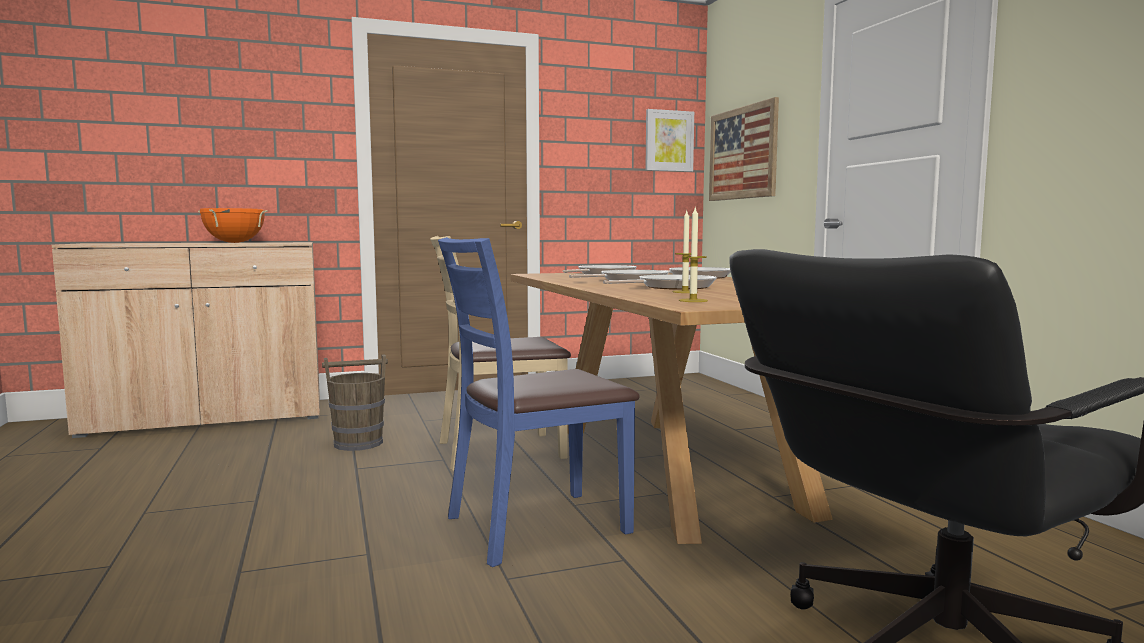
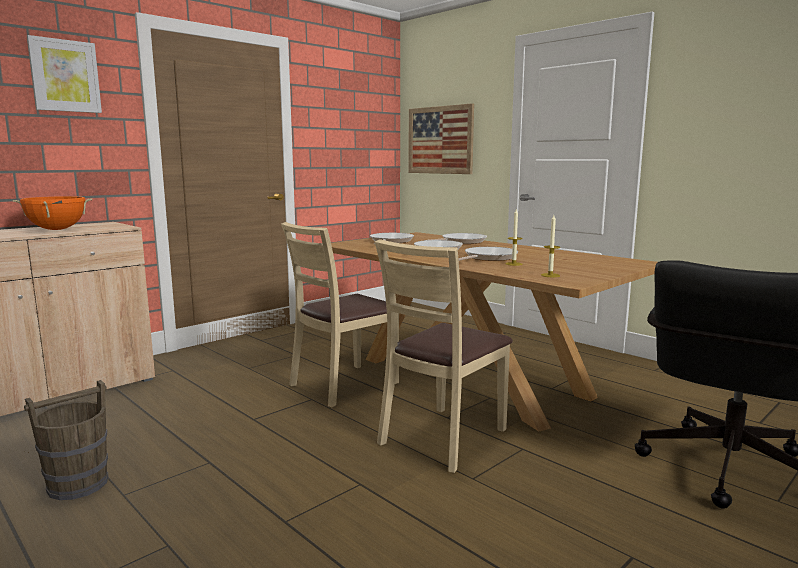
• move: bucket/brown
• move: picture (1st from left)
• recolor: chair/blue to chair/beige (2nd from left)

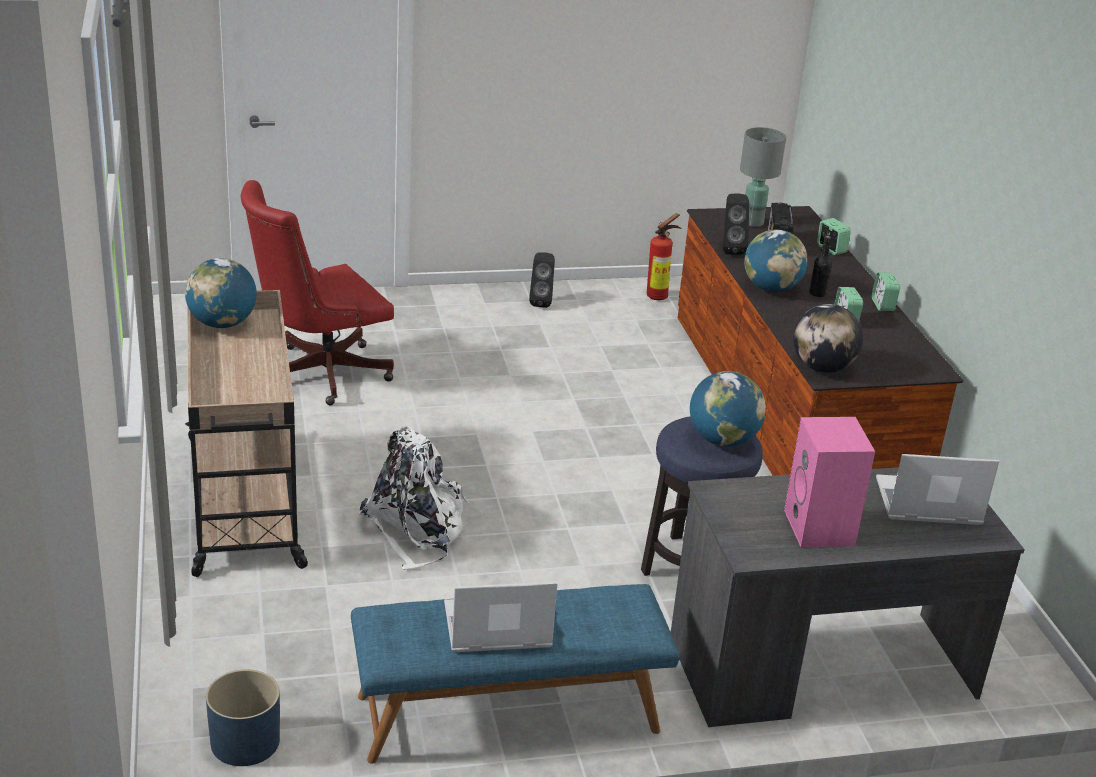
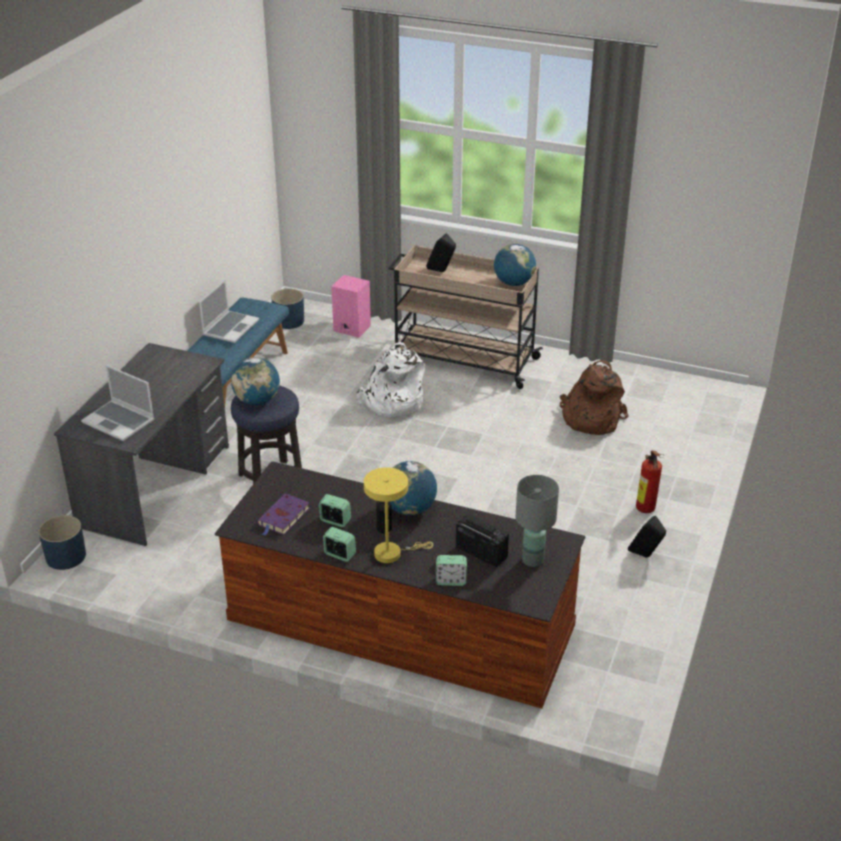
• delete: globe (4th from left)
• insert: planter/blue (1st from left)
• insert: book/purple
• insert: table lamp/yellow
• move: fire extinguisher
• move: speaker/black (2nd from left in the first image) to speaker/black (1st from left)
• move: speaker/pink
• replace: office chair/red to backpack/brown
• rotate: laptop (2nd from left in the first image) 90 degrees clockwise

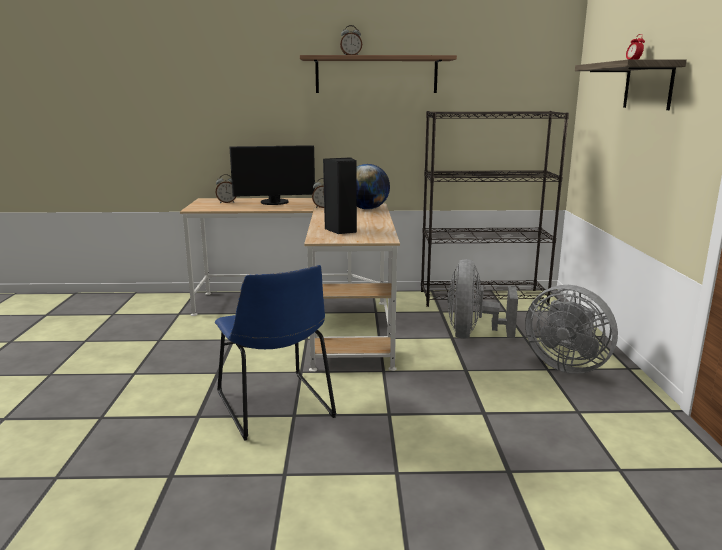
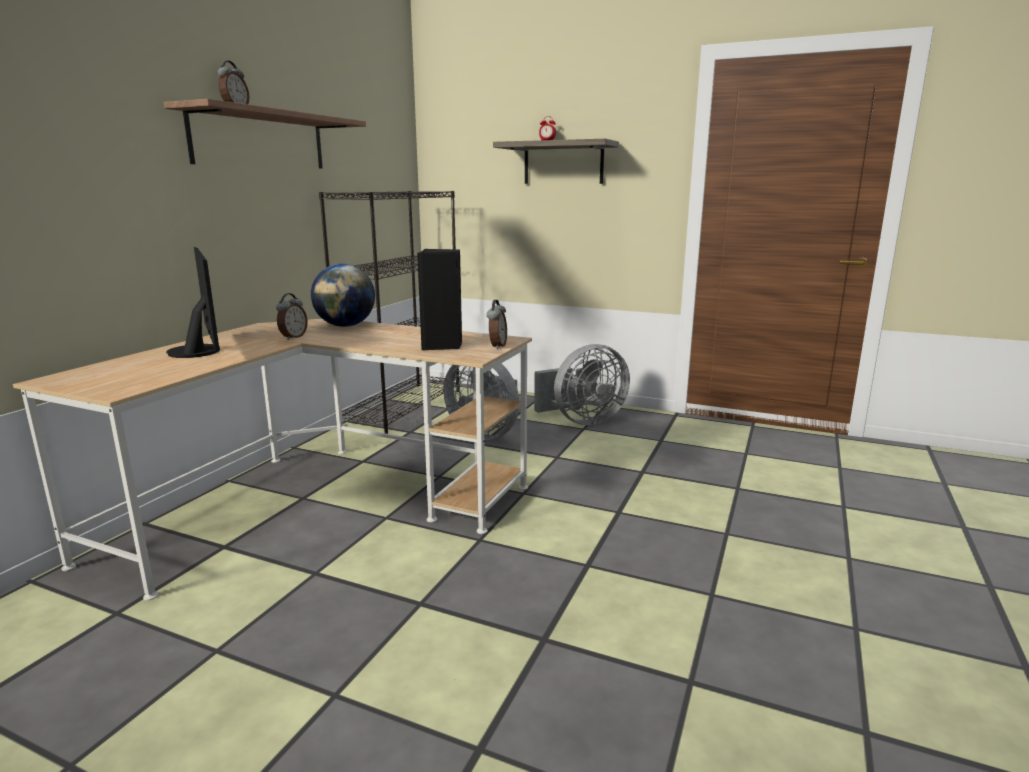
• delete: chair/blue
• move: alarm clock (1st from left in the first image) to alarm clock (3rd from left)
• rotate: monitor 45 degrees counterclockwise

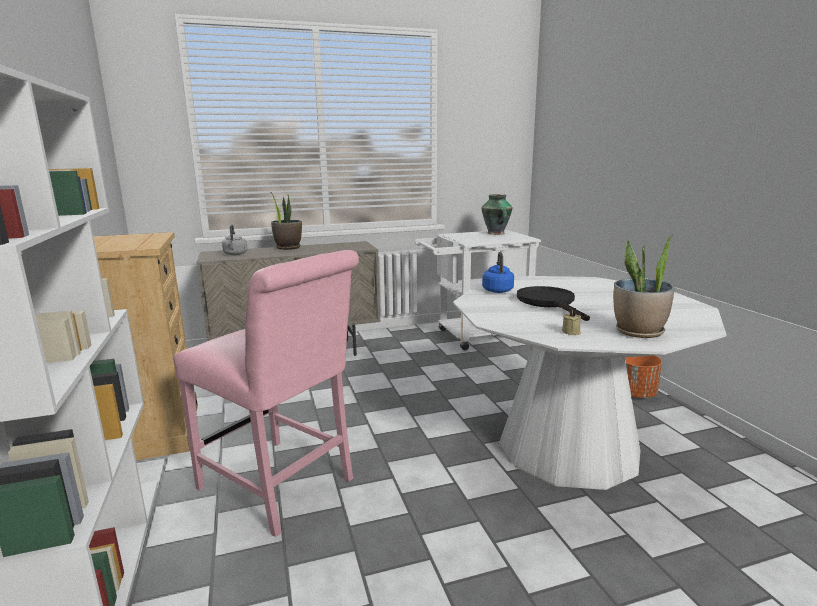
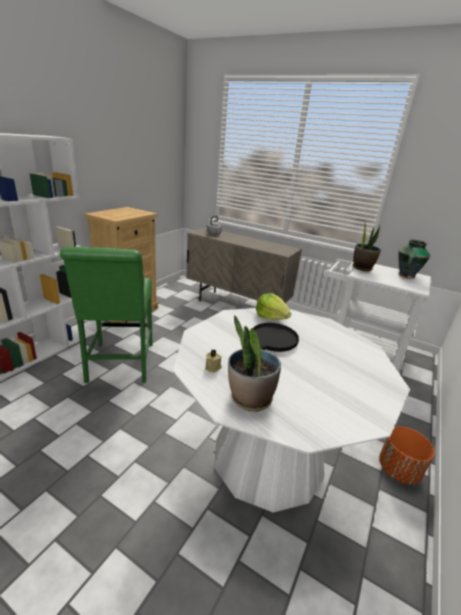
• move: potted plant (1st from left in the first image) to potted plant (2nd from left)
• replace: kettle/blue to lettuce
• recolor: chair/pink to chair/green

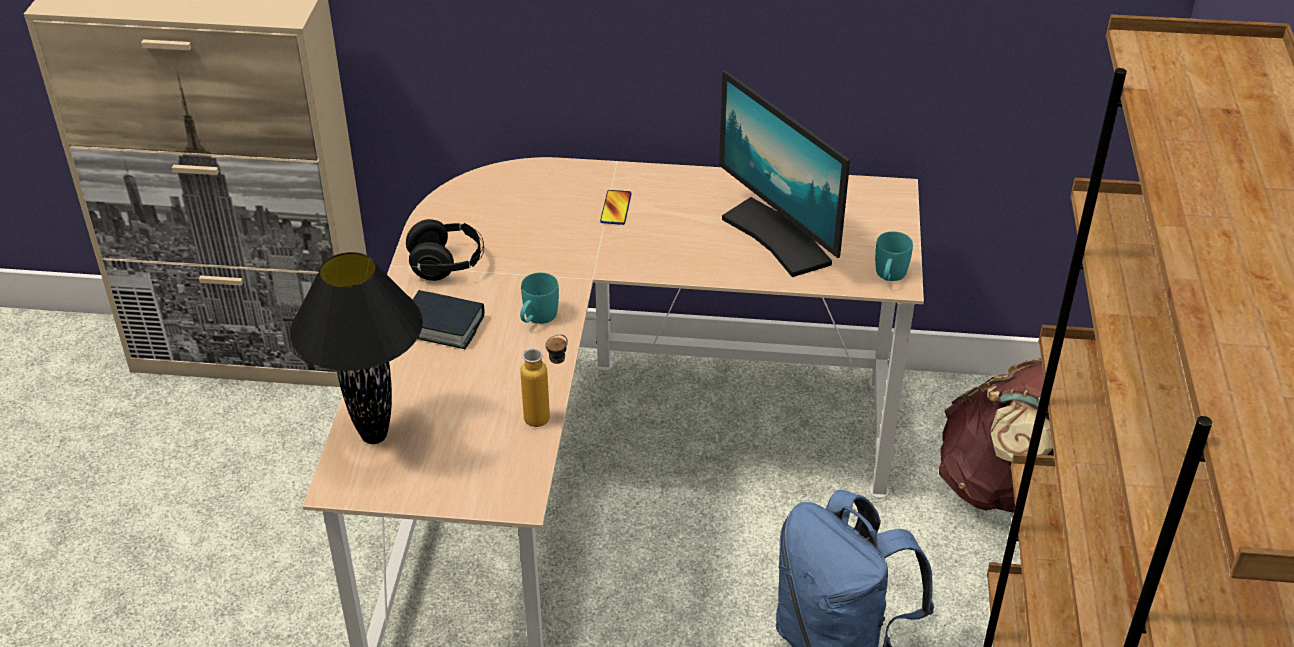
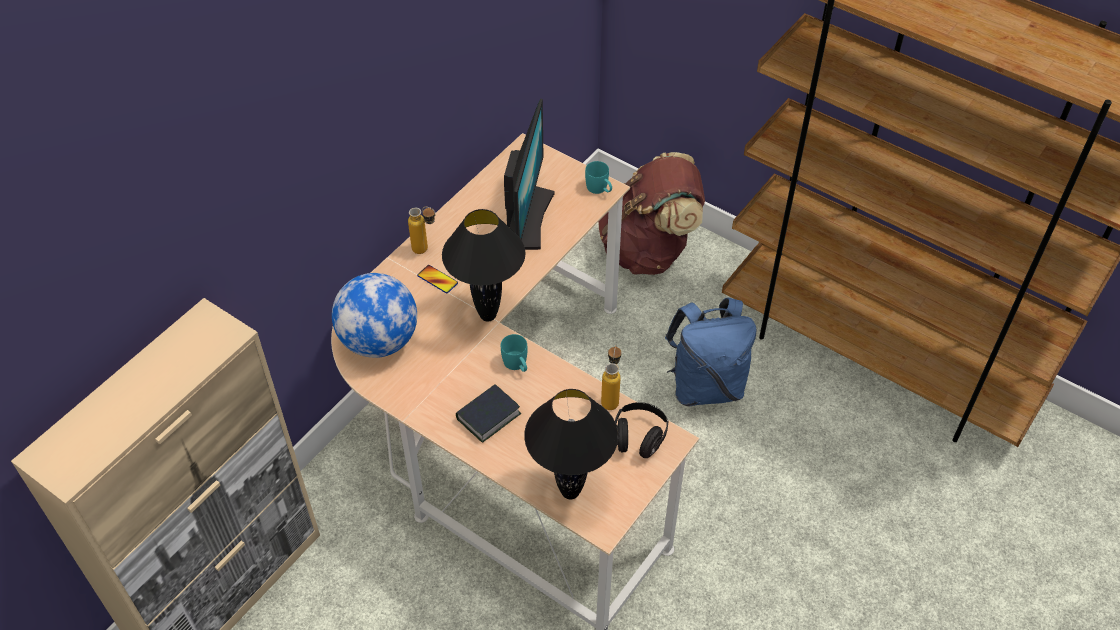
• insert: globe
• insert: bottle (1st from left)
• insert: table lamp/black (1st from left)
• move: headphones/black
• rotate: monitor 75 degrees counterclockwise

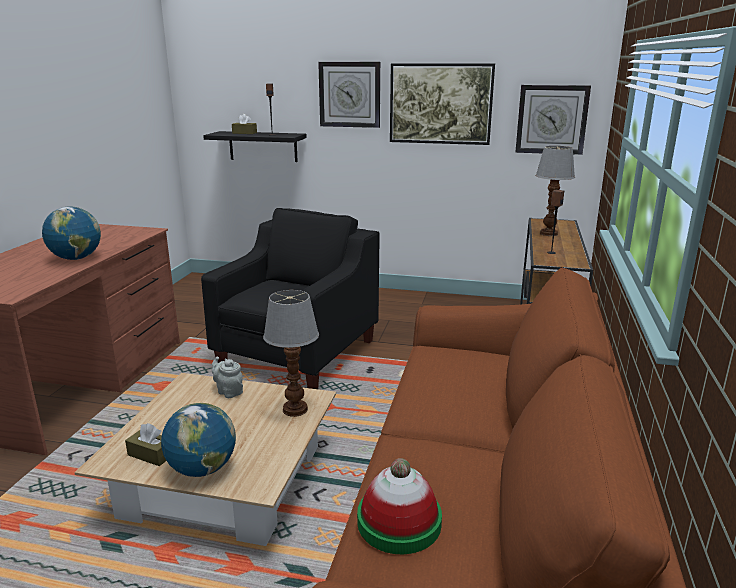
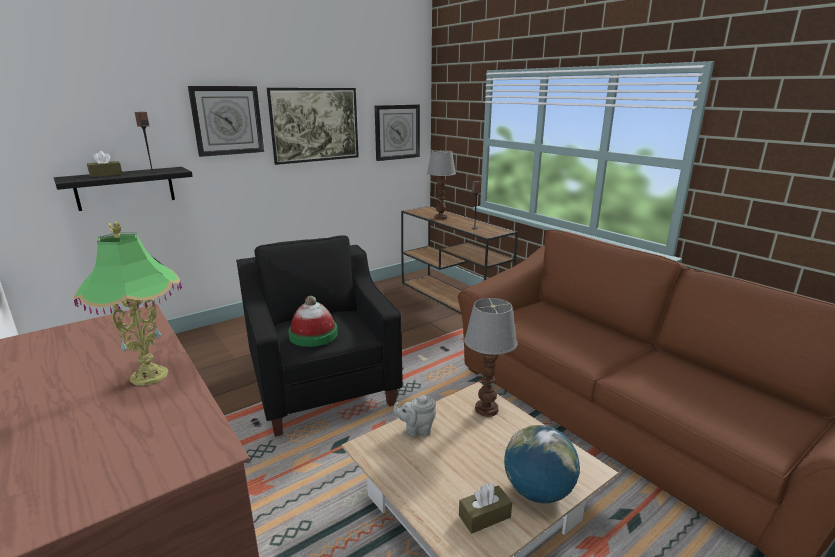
• move: hat
• replace: globe (1st from left) to table lamp (1st from left)

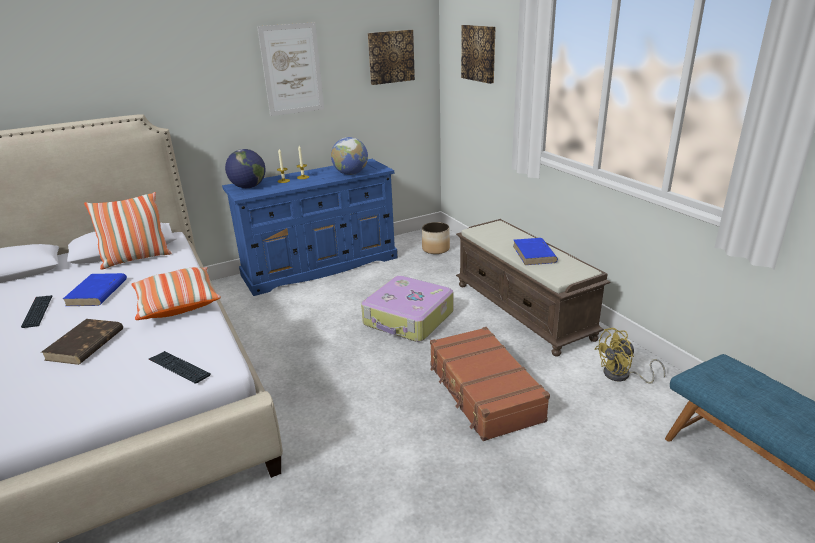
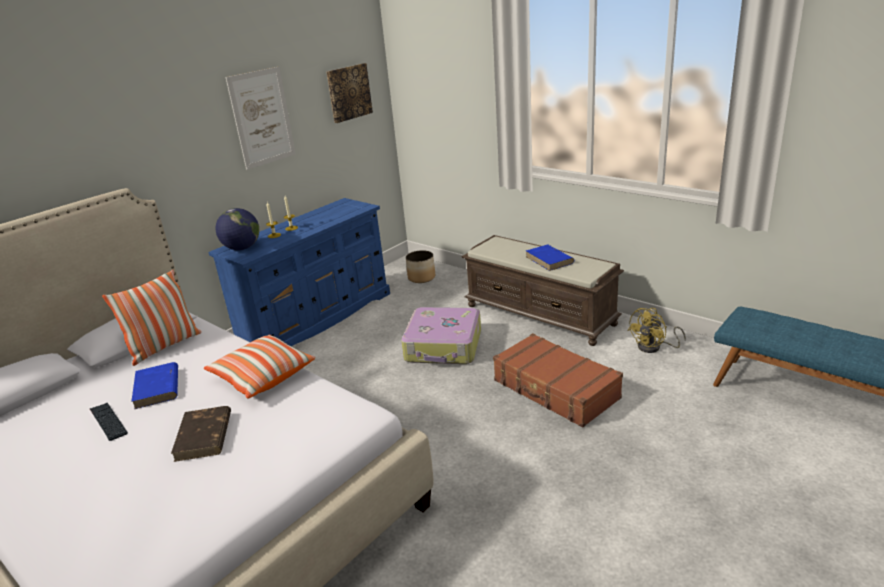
• delete: keyboard (2nd from left)
• delete: globe (2nd from left)
• delete: picture (3rd from left)

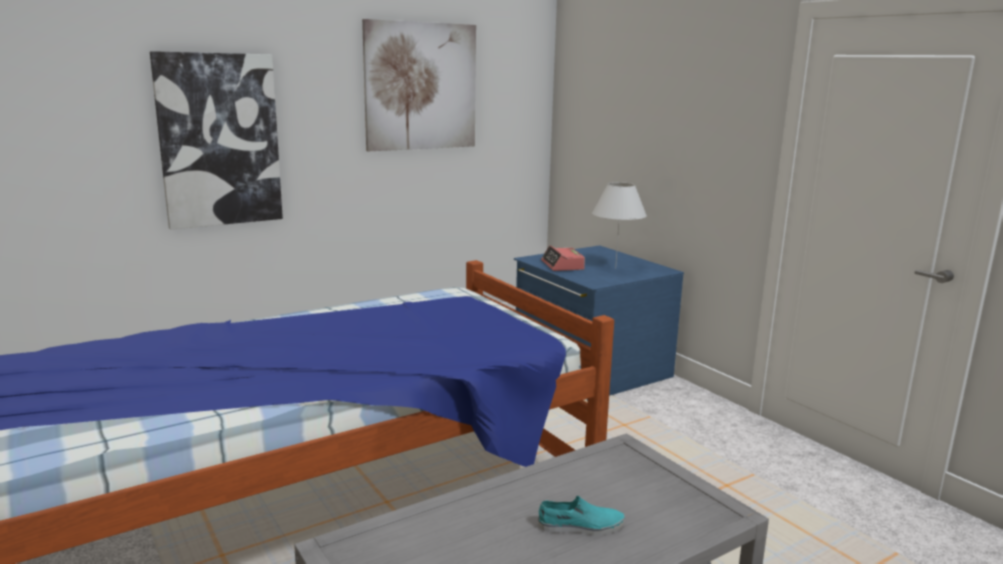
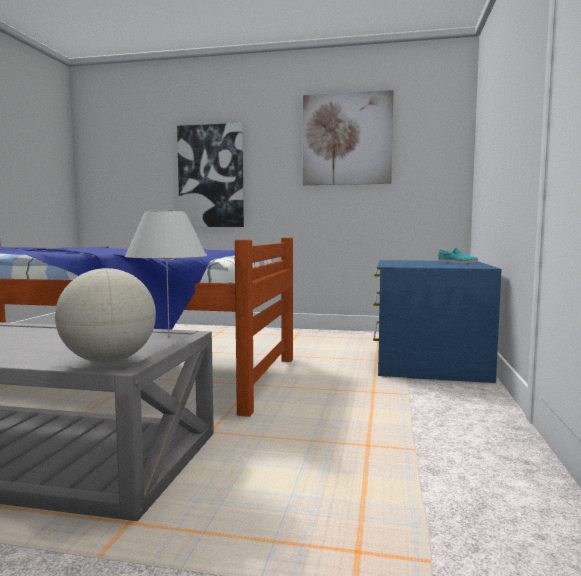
• delete: alarm clock
• insert: globe
• move: shoe/turquoise
• move: table lamp/white

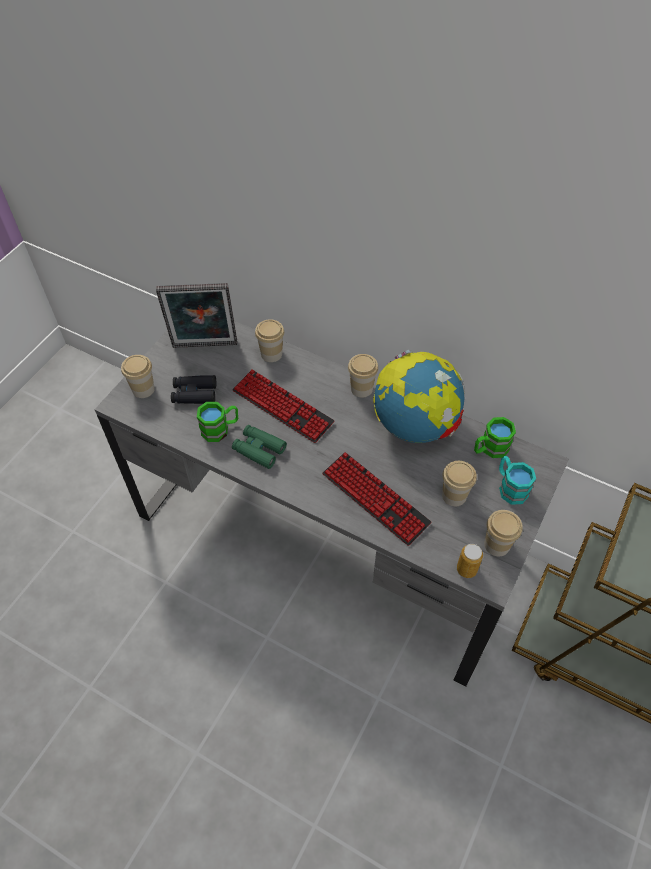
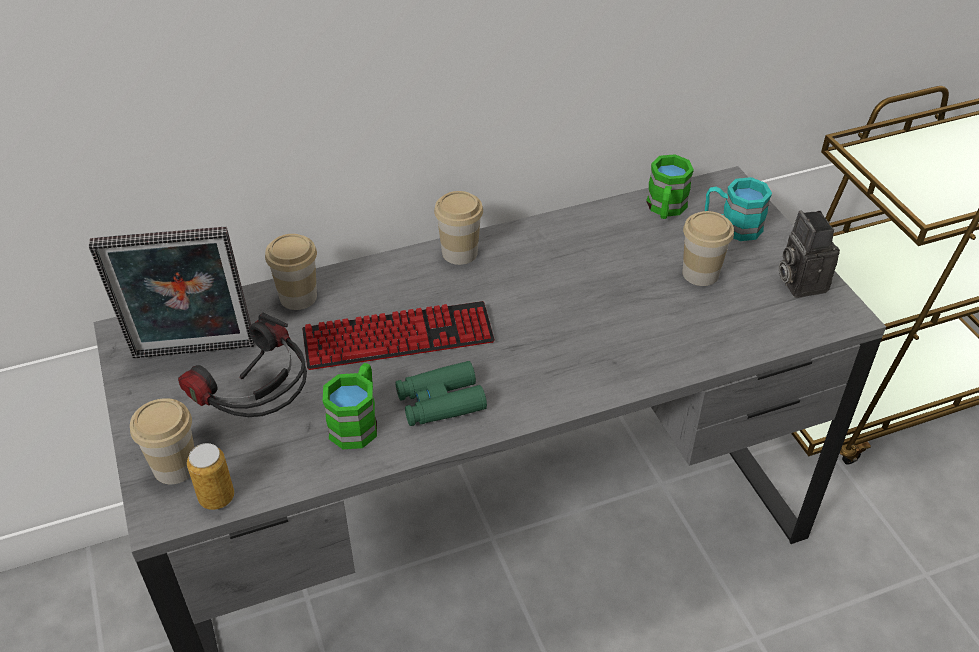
• delete: keyboard (2nd from left)
• delete: globe
• move: can
• replace: binoculars/black to headphones
• replace: cup (5th from left) to photo camera
• rotate: picture frame 45 degrees clockwise

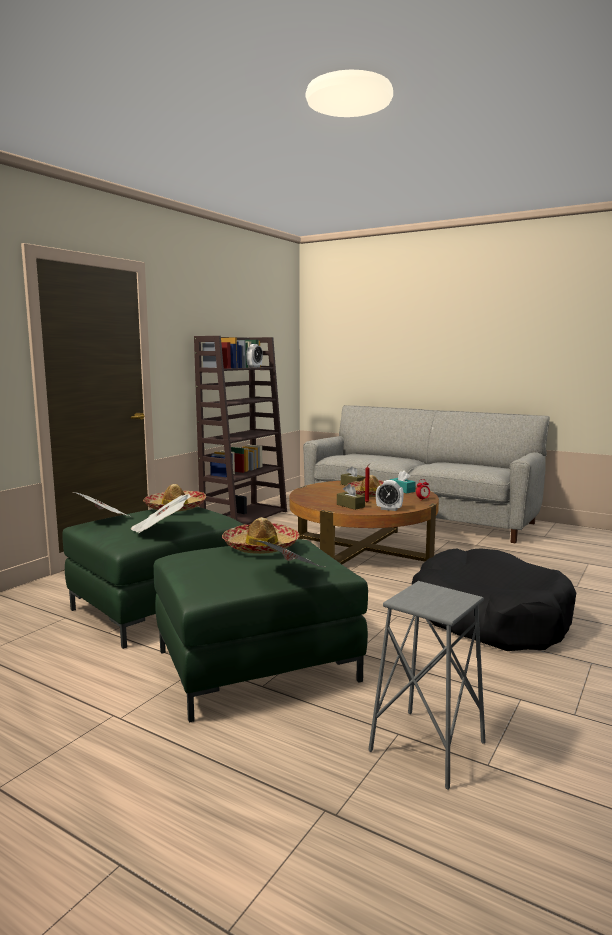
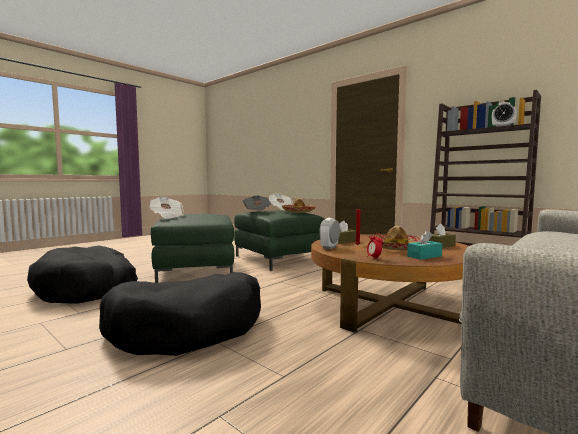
• delete: hat (2nd from left)
• replace: stool/grey to dog bed/black (1st from left)

